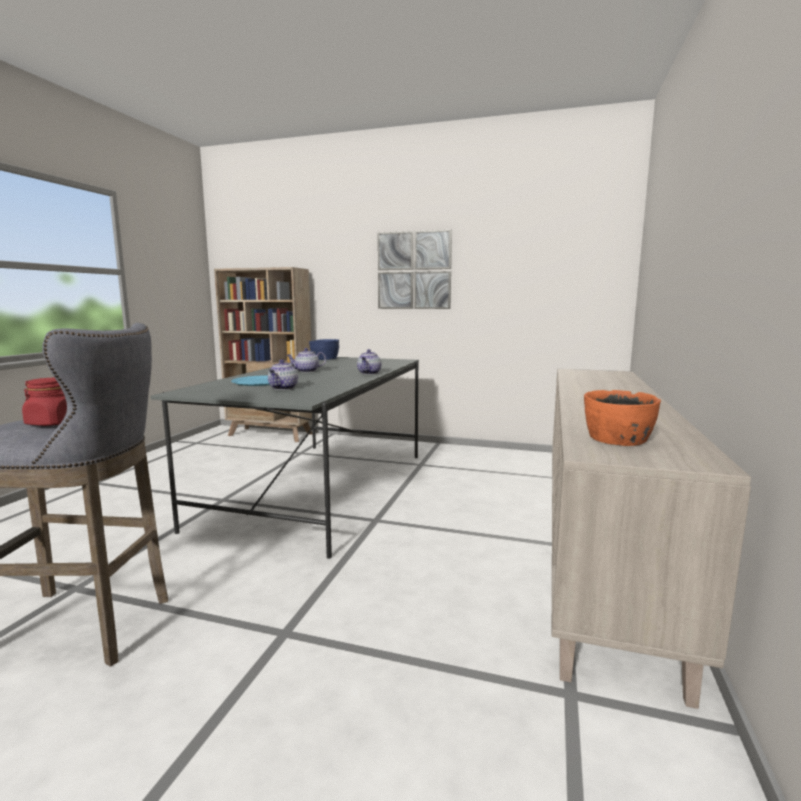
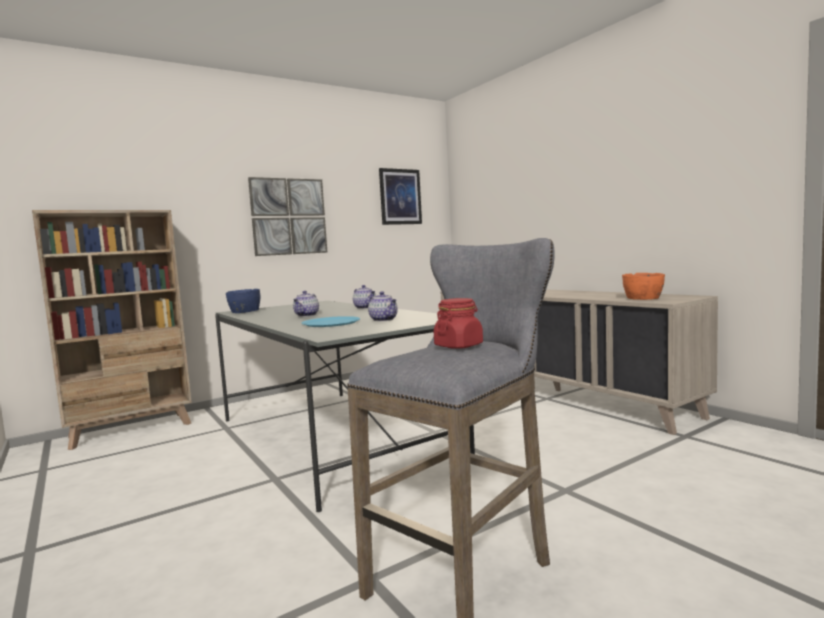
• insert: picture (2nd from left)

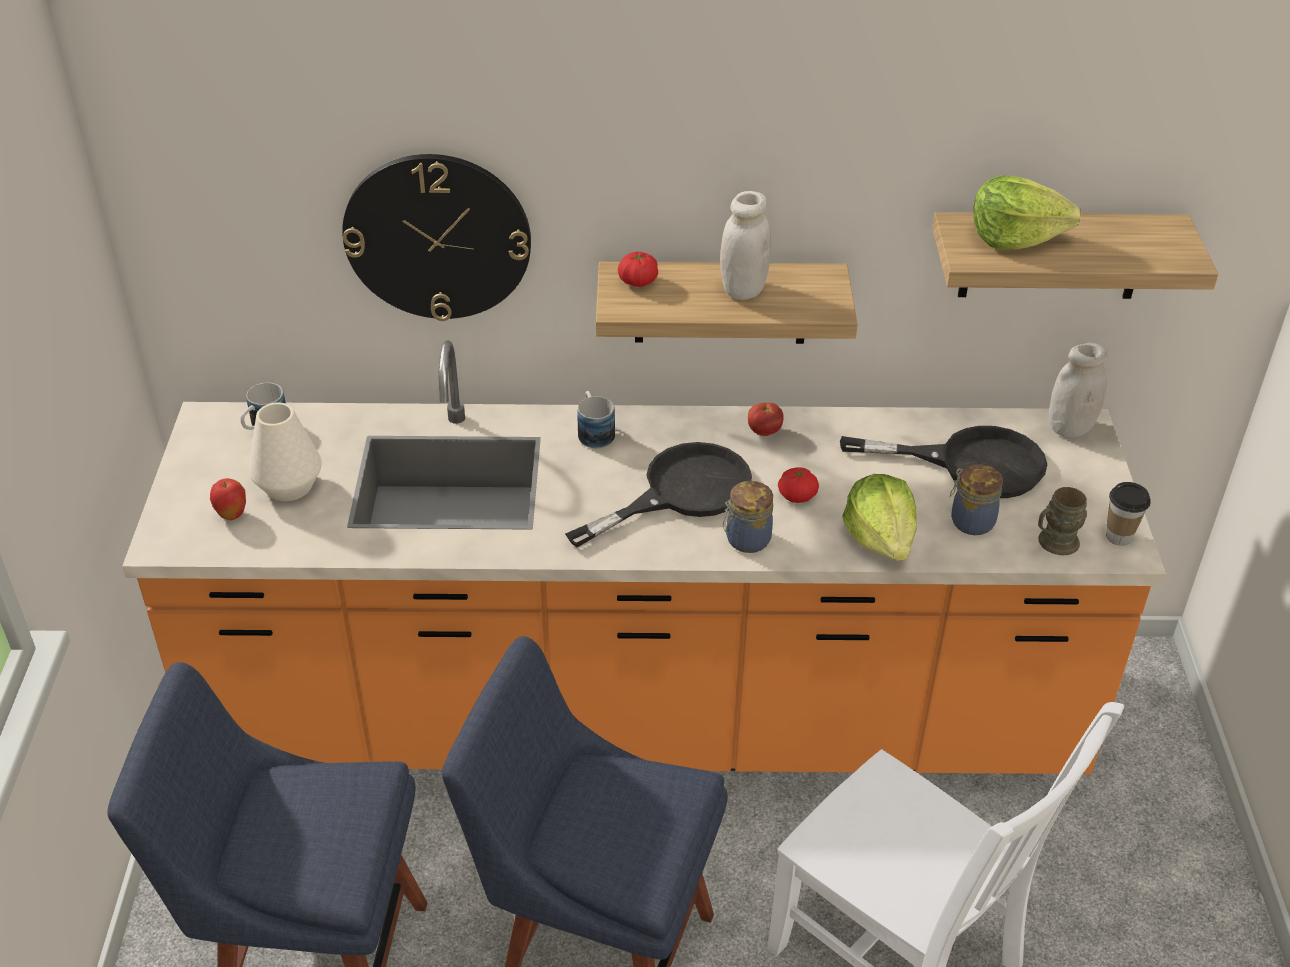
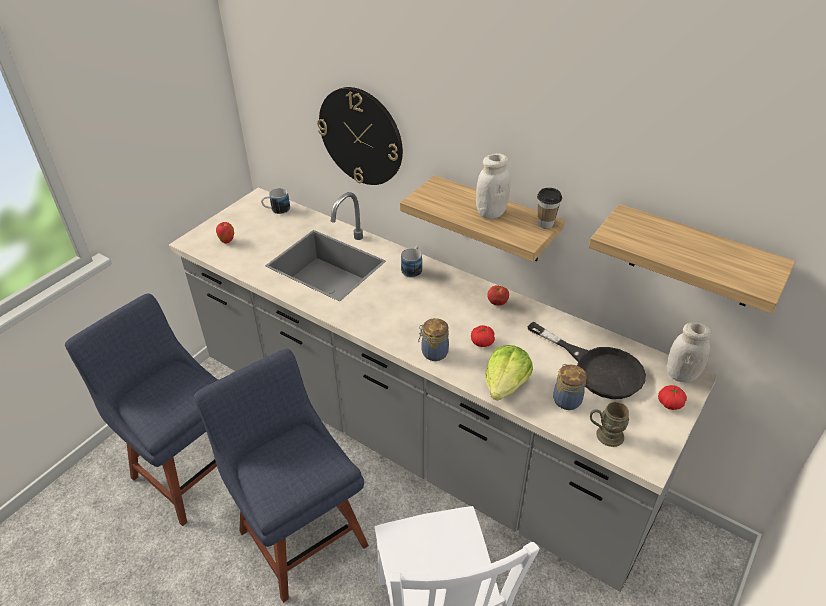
• delete: vase/white
• delete: frying pan/black (1st from left)
• delete: lettuce (2nd from left)
• move: tomato (1st from left in the first image) to tomato (3rd from left)
• move: cup
• recolor: counter/orange to counter/grey

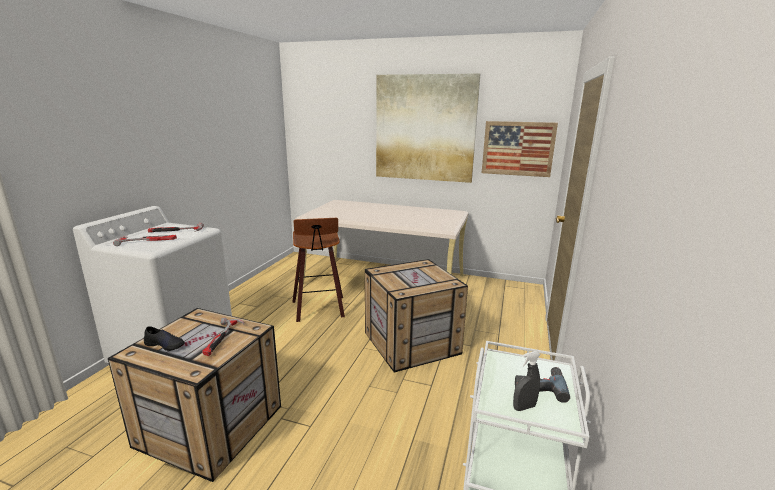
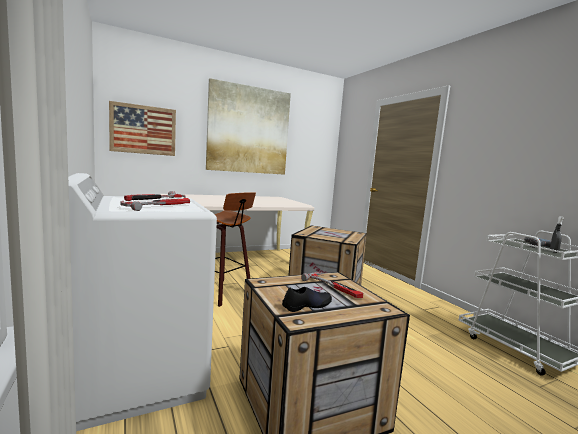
• move: picture (2nd from left in the first image) to picture (1st from left)

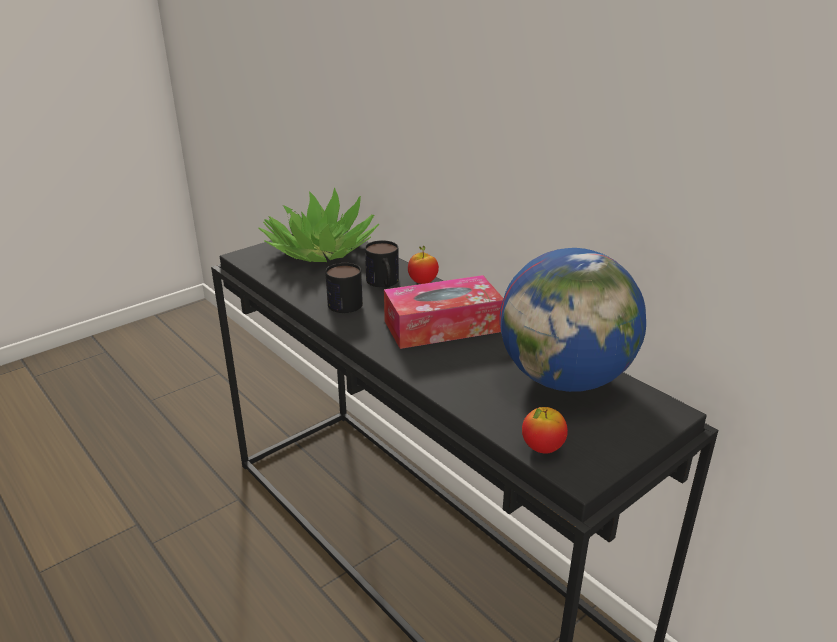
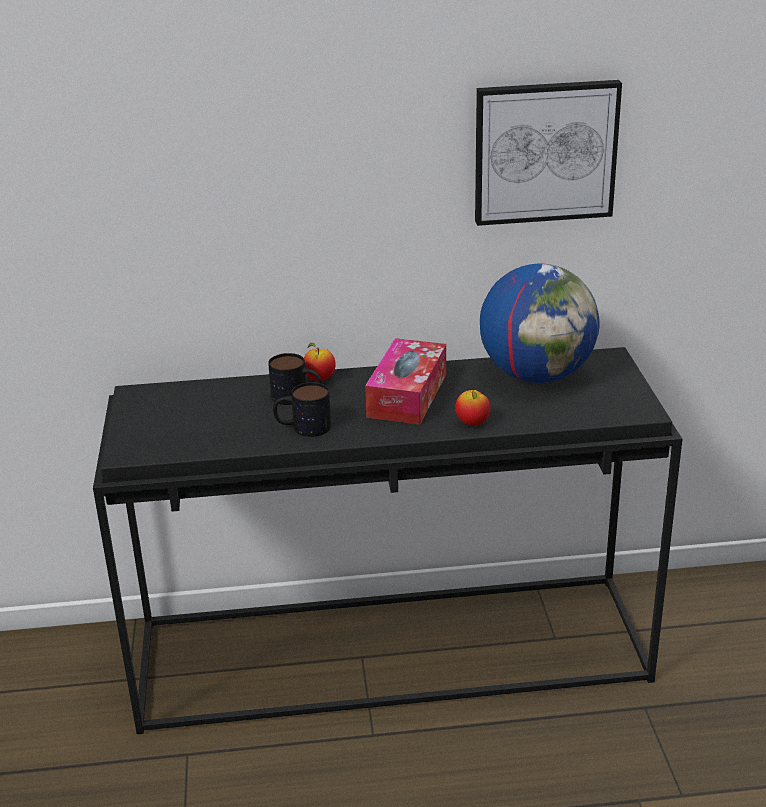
• delete: potted plant
• insert: picture
• move: apple (2nd from left)

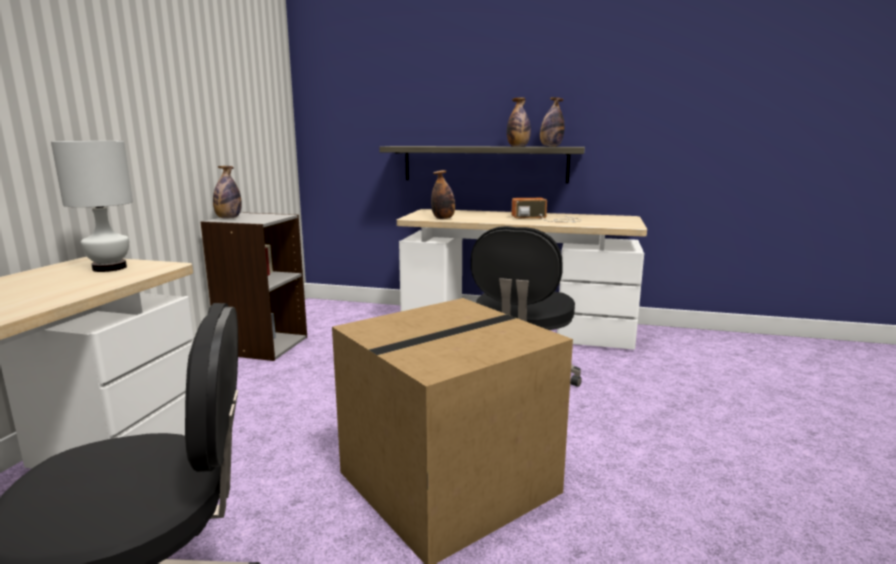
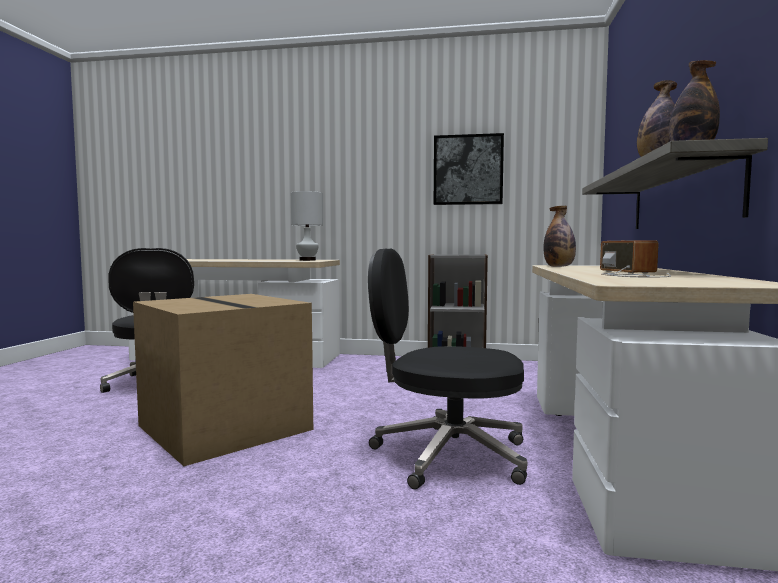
• delete: bottle (1st from left)
• insert: picture

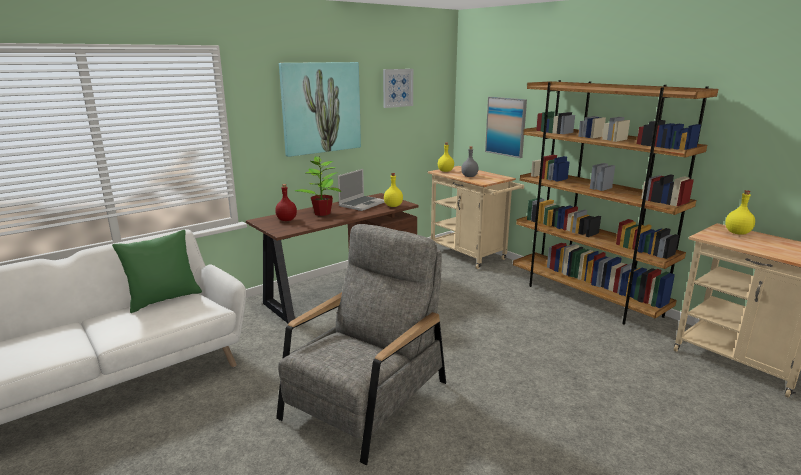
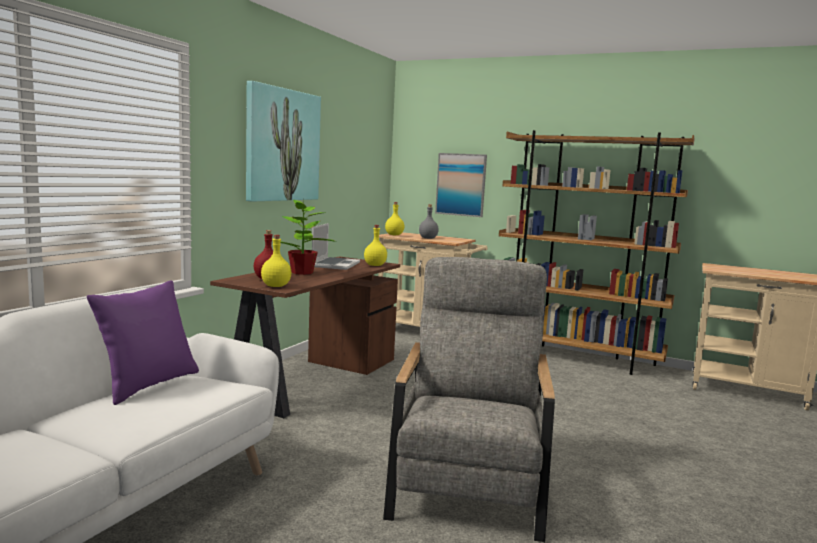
• delete: picture (2nd from left)
• move: bottle/yellow (3rd from left in the first image) to bottle/yellow (1st from left)
• recolor: pillow/green to pillow/purple

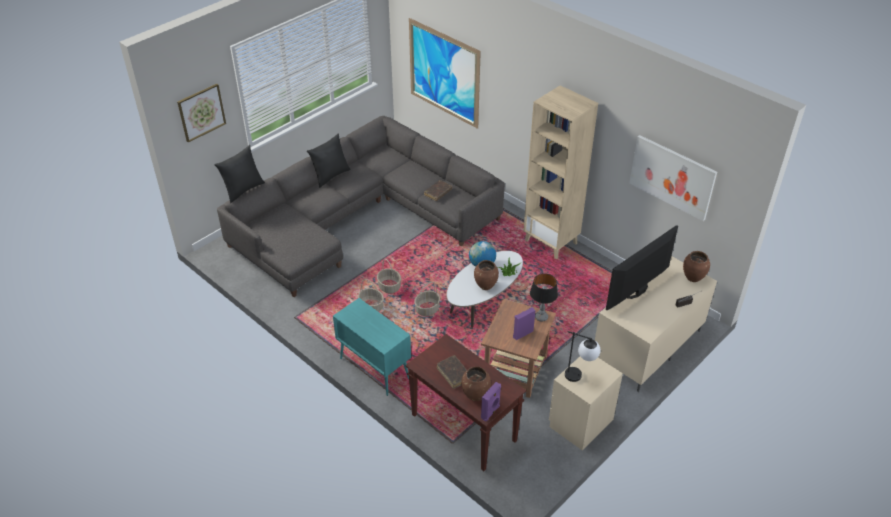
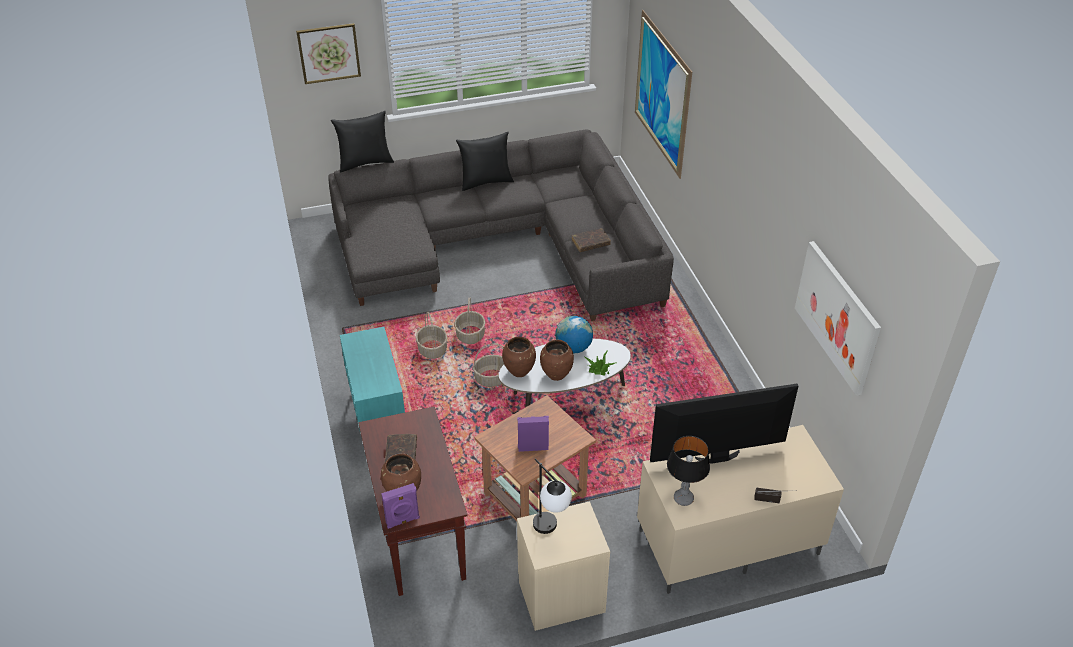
• delete: bookcase/beige
• move: table lamp (1st from left in the first image) to table lamp (2nd from left)
• move: vase/brown (3rd from left in the first image) to vase/brown (2nd from left)

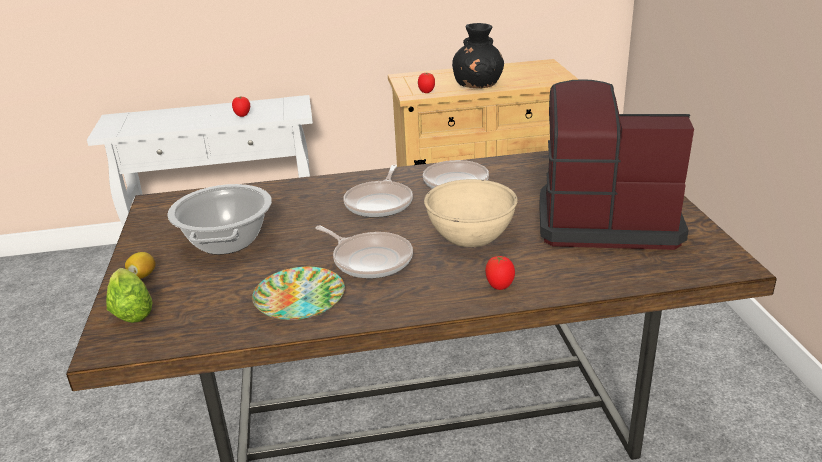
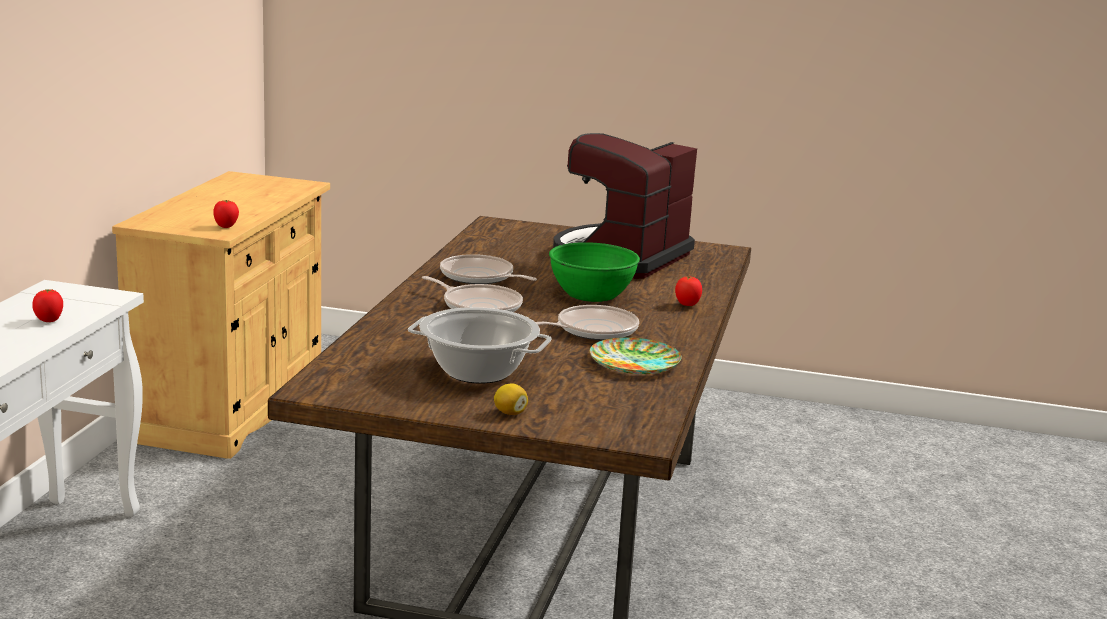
• delete: lettuce
• delete: vase/black
• recolor: bowl/beige to bowl/green

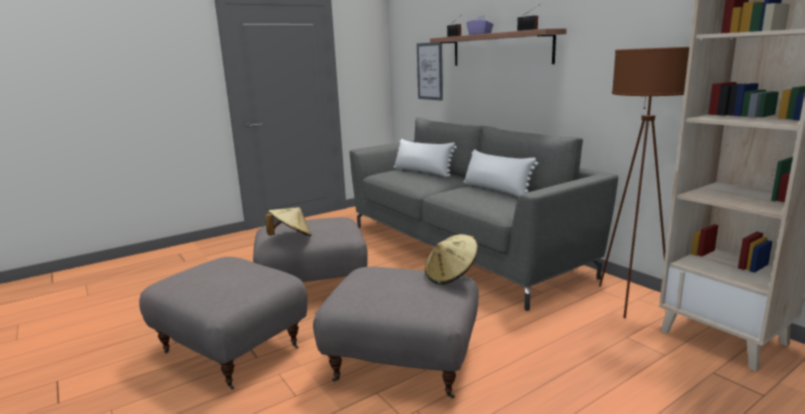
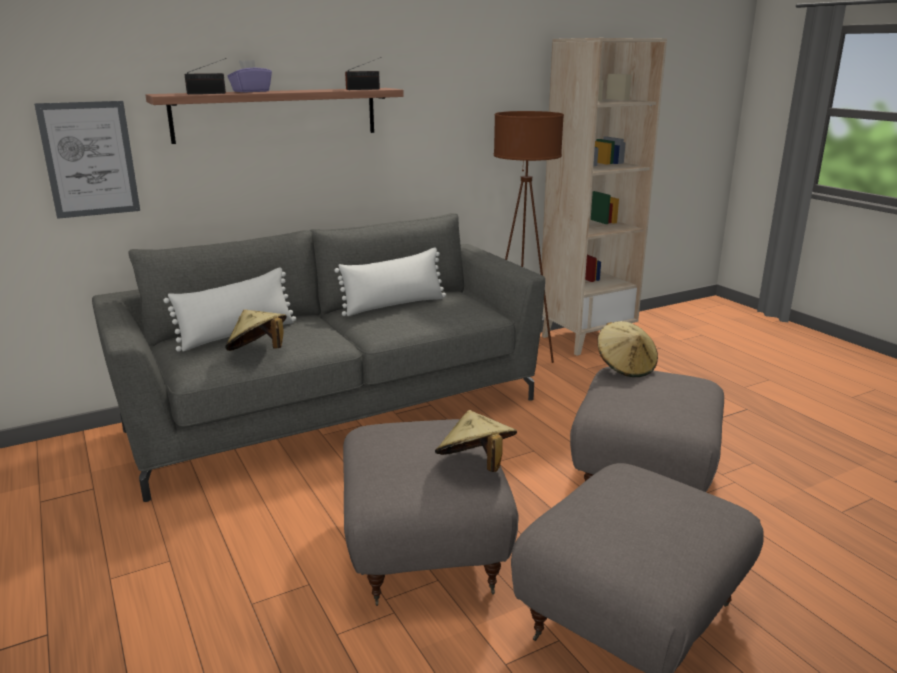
• insert: hat/beige (1st from left)

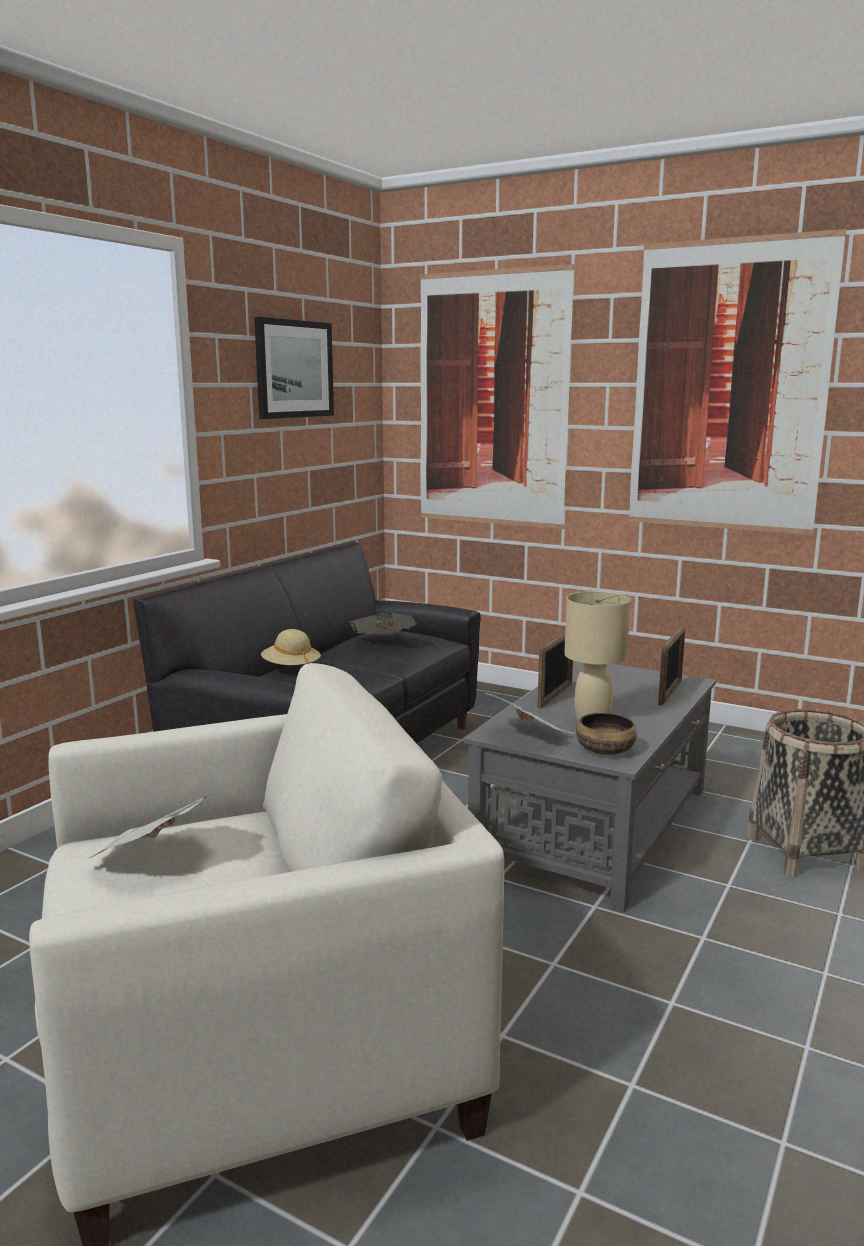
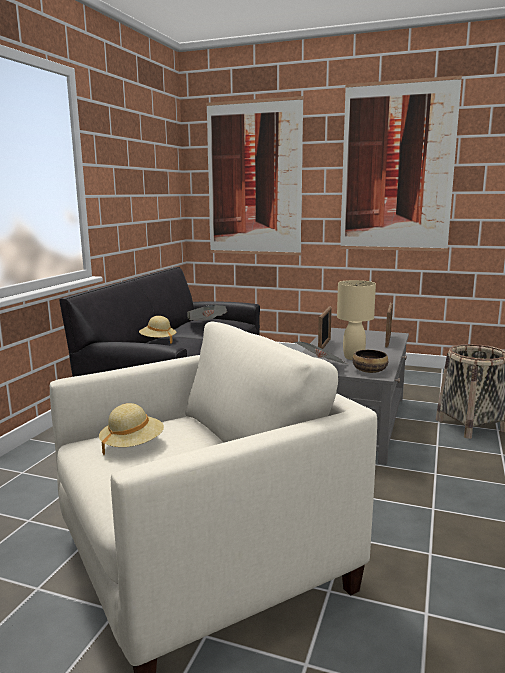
• delete: picture (1st from left)
• replace: newspaper (1st from left) to hat/beige (1st from left)

